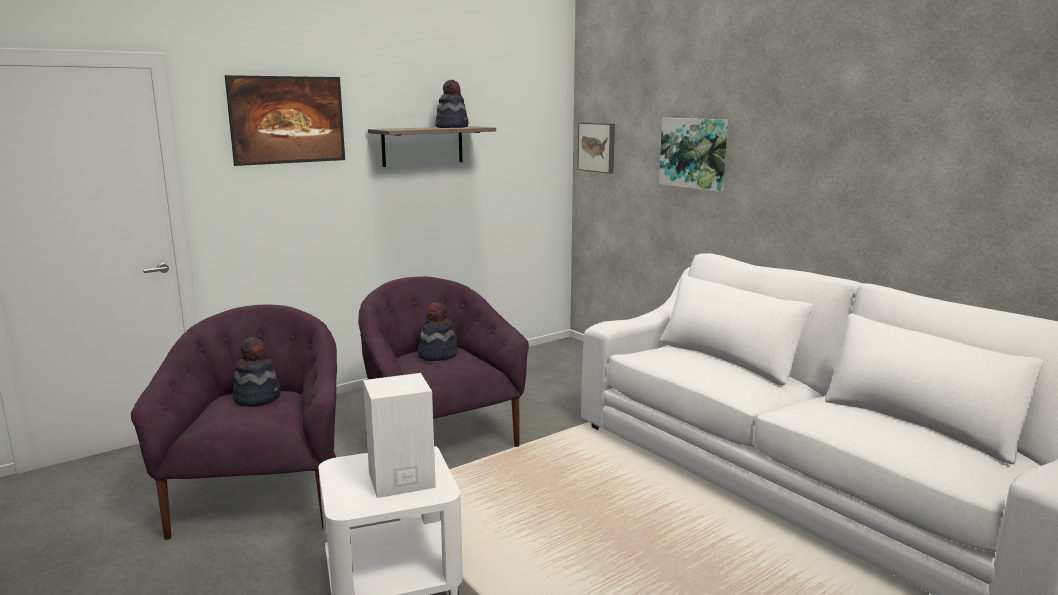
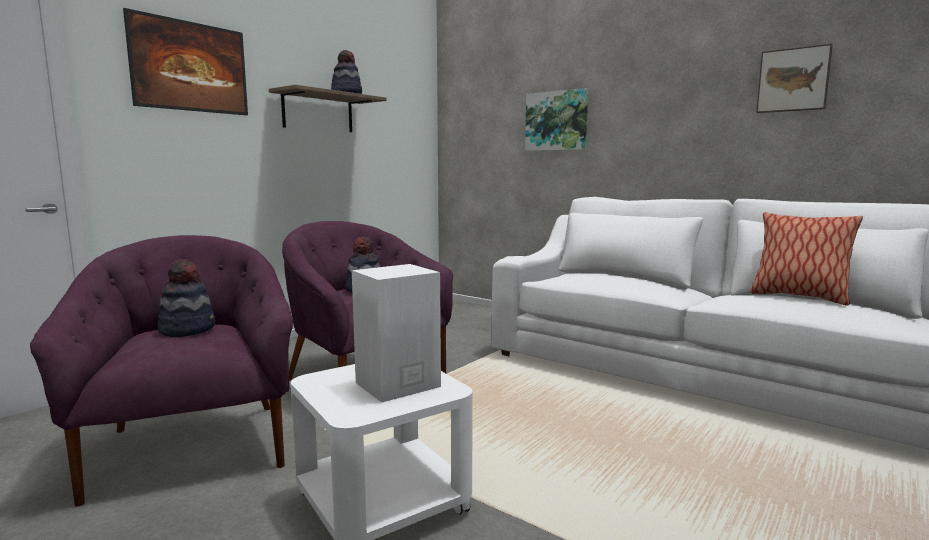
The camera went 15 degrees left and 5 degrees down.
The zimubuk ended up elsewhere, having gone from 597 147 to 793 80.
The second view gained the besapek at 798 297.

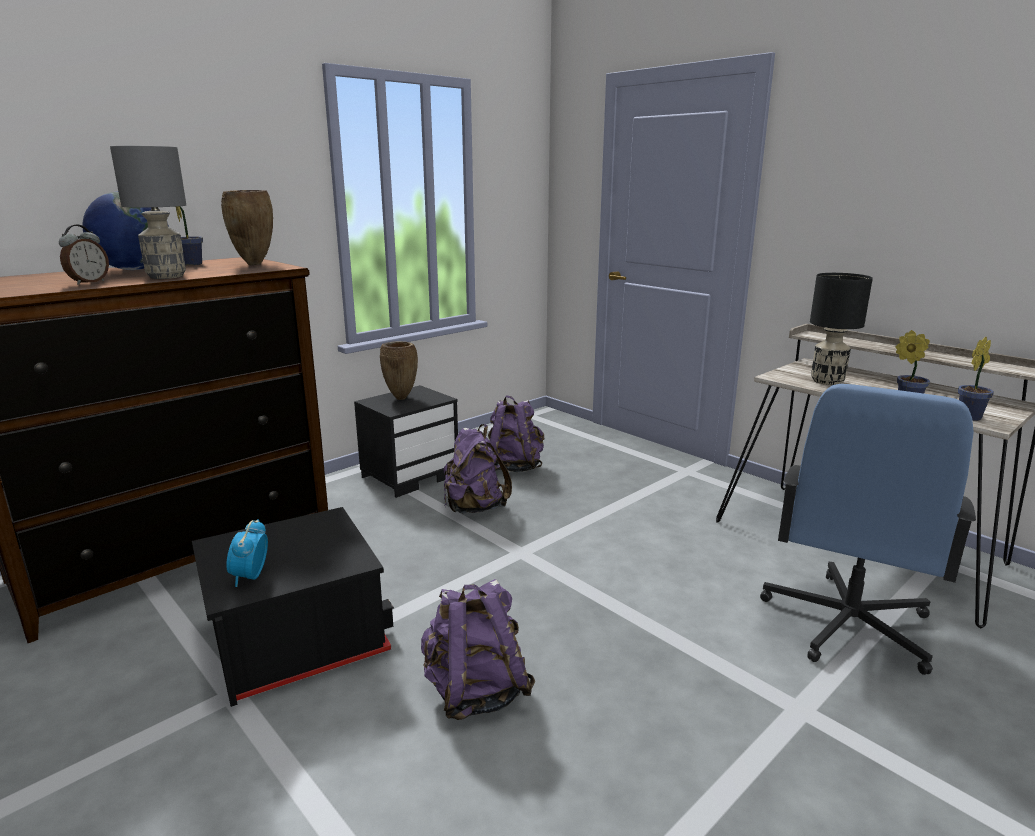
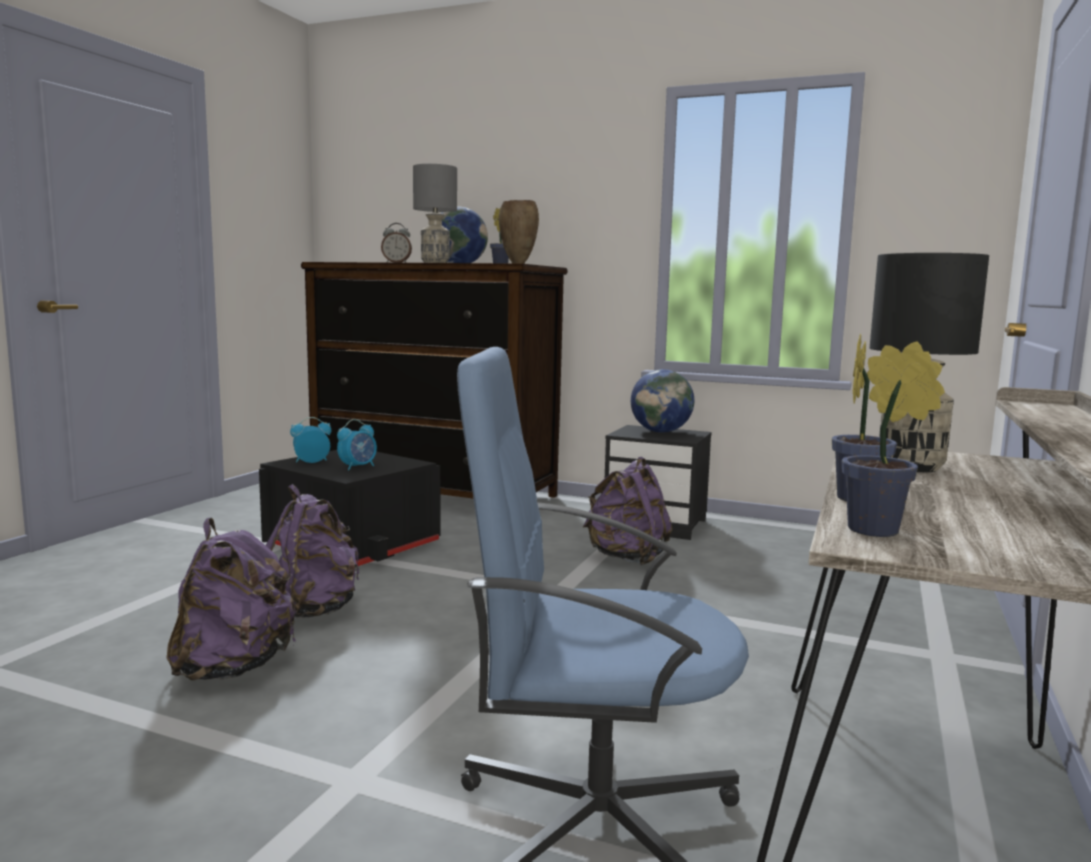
The camera went 65 degrees right and 10 degrees down.
Where the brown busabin stood at 401 398, the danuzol came to stand at 661 432.
The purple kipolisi ended up elsewhere, having gone from 514 467 to 234 668.
The second view gained the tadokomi at 358 467.

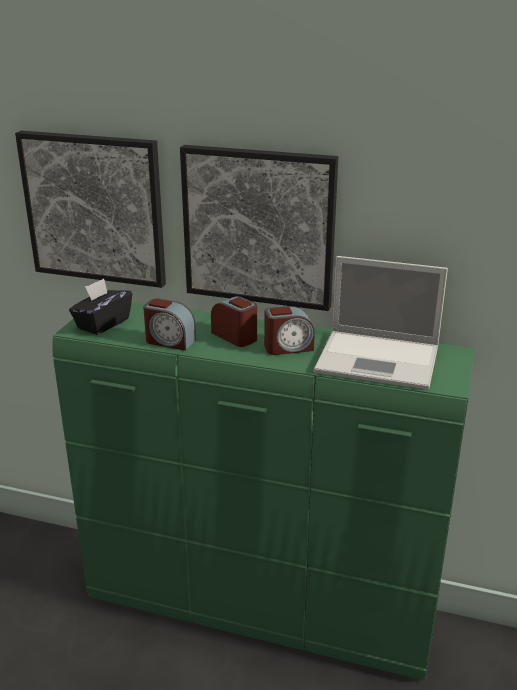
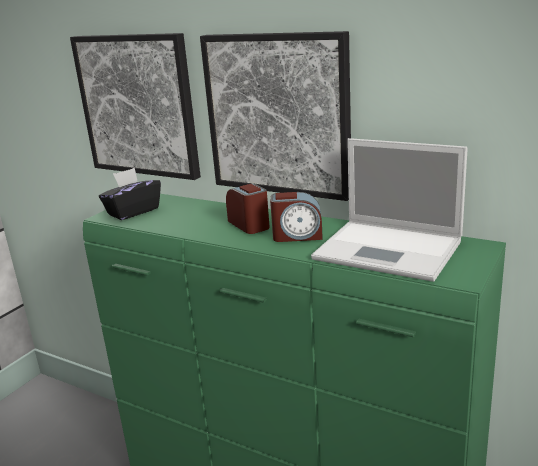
The camera went 15 degrees right and 5 degrees down.
The second view lost the tadokomi at 169 341.

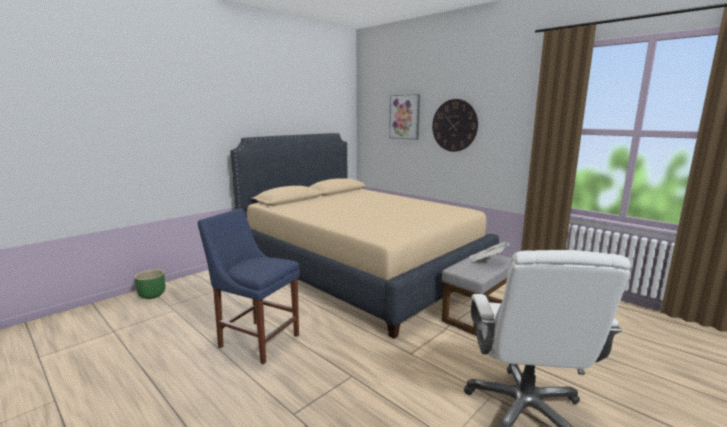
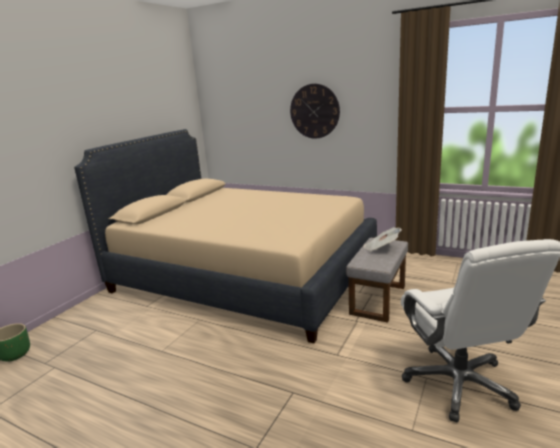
The camera went 15 degrees left and 5 degrees up.
The second view lost the zimubuk at 404 117.
The second view lost the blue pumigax at 256 339.

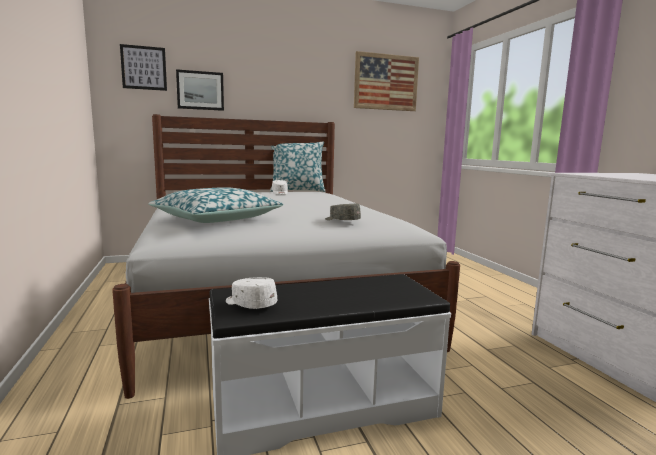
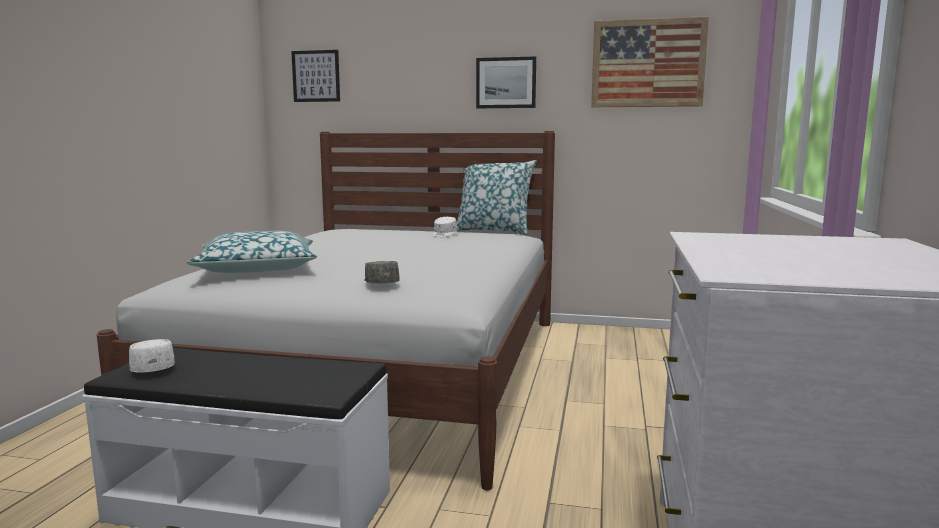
The camera went 30 degrees right and 0 degrees up.
The zimubuk ended up elsewhere, having gone from 200 90 to 506 83.

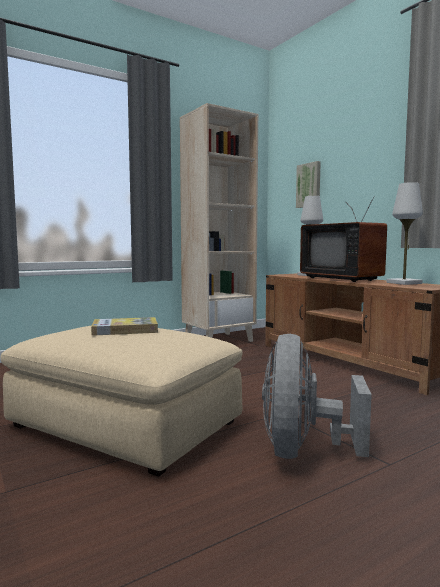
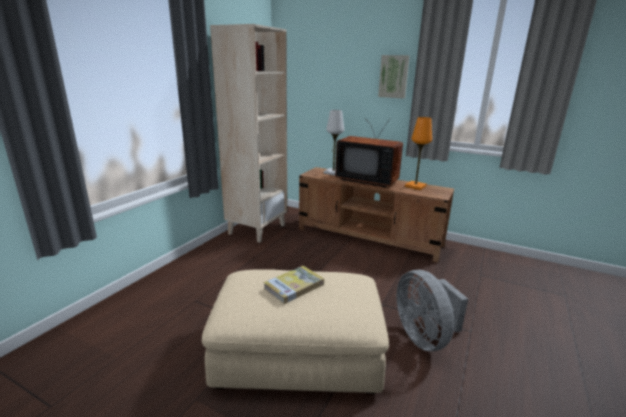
The camera went 30 degrees left and 15 degrees up.
The zimubuk ended up elsewhere, having gone from 309 185 to 393 76.
What was the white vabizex at 404 283 turned into the orange vabizex at 415 186.

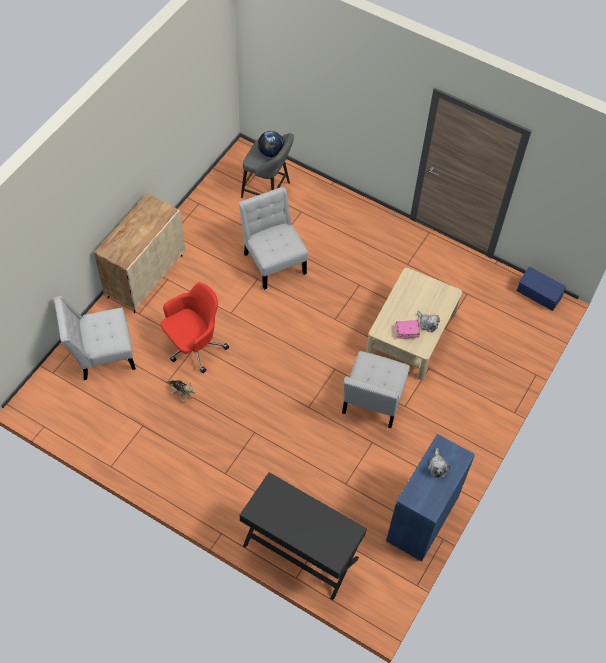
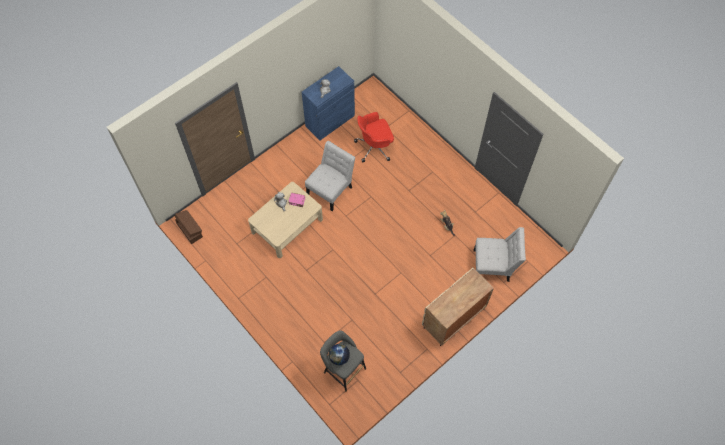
The camera went 160 degrees left and 5 degrees up.
The second view lost the white pumigax at 273 260.
What was the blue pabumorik at 539 295 turned into the brown pabumorik at 190 230.
The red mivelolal ended up elsewhere, having gone from 193 346 to 375 147.
The second view lost the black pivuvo at 300 552.

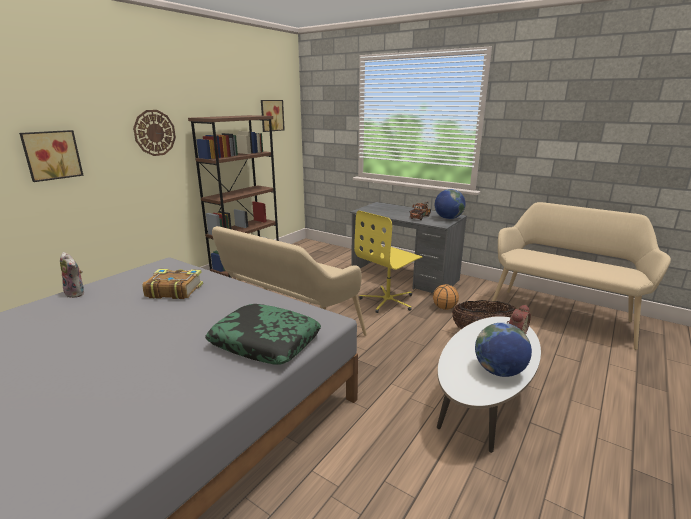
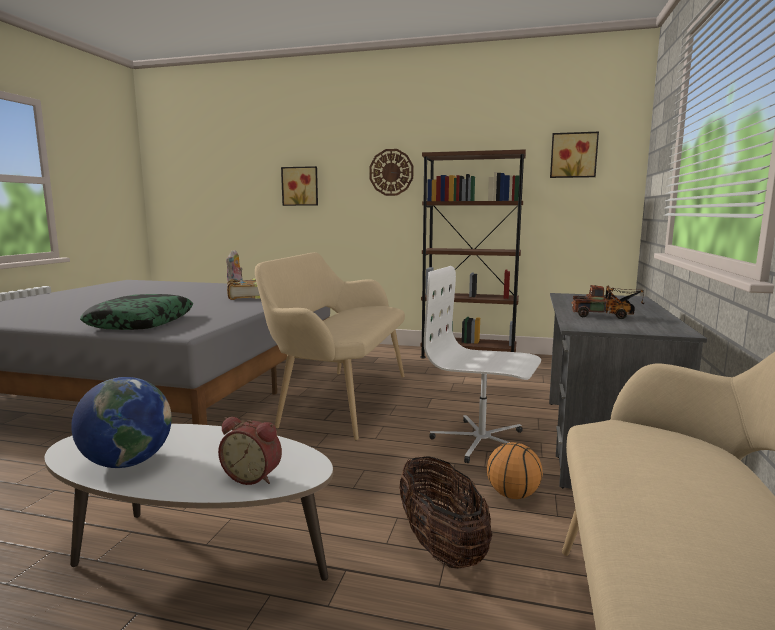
The camera went 70 degrees right and 10 degrees down.
The second view lost the danuzol at 448 218.
What was the yellow mivelolal at 388 301 turned into the white mivelolal at 481 442.

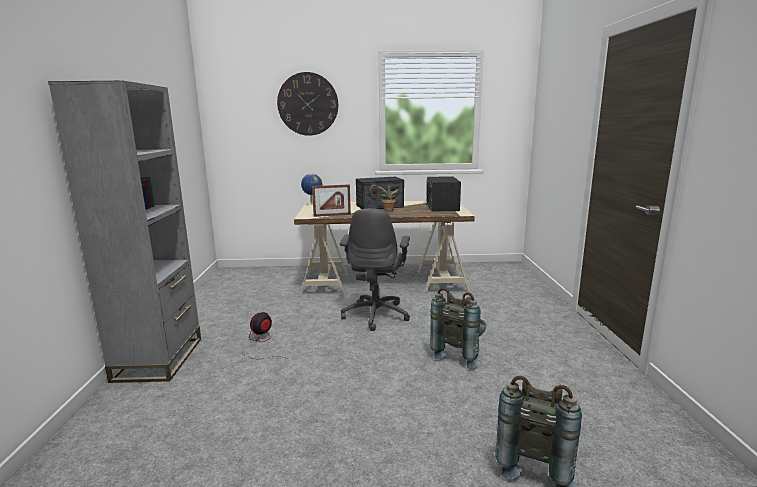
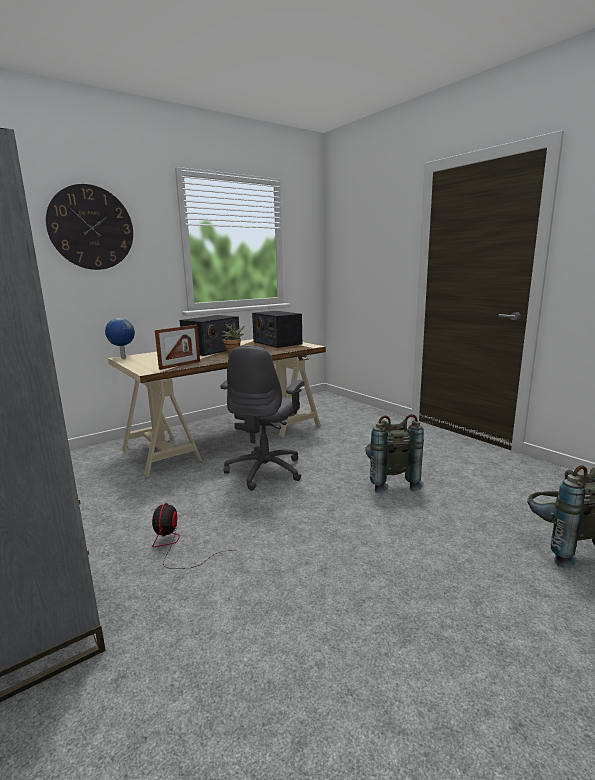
The camera went 35 degrees left and 0 degrees up.
The grey mivelolal at 376 315 ended up facing another way, 45 degrees clockwise from before.

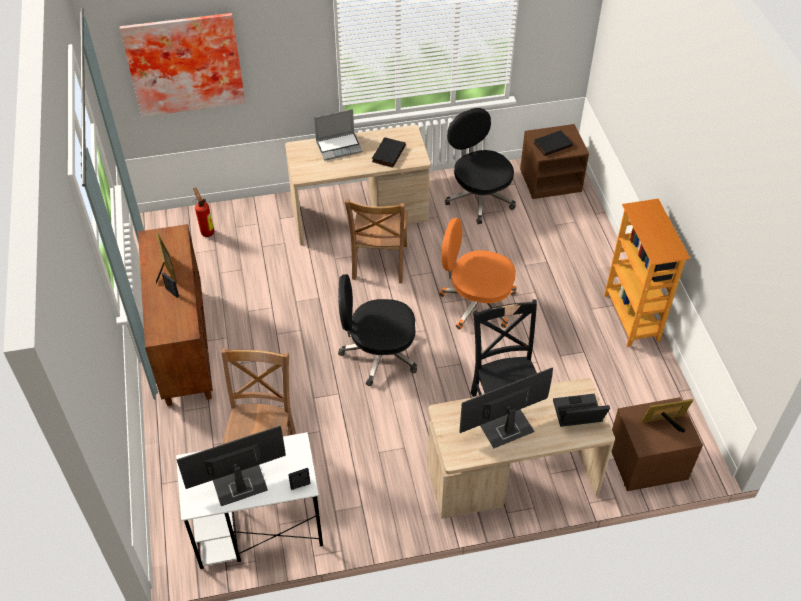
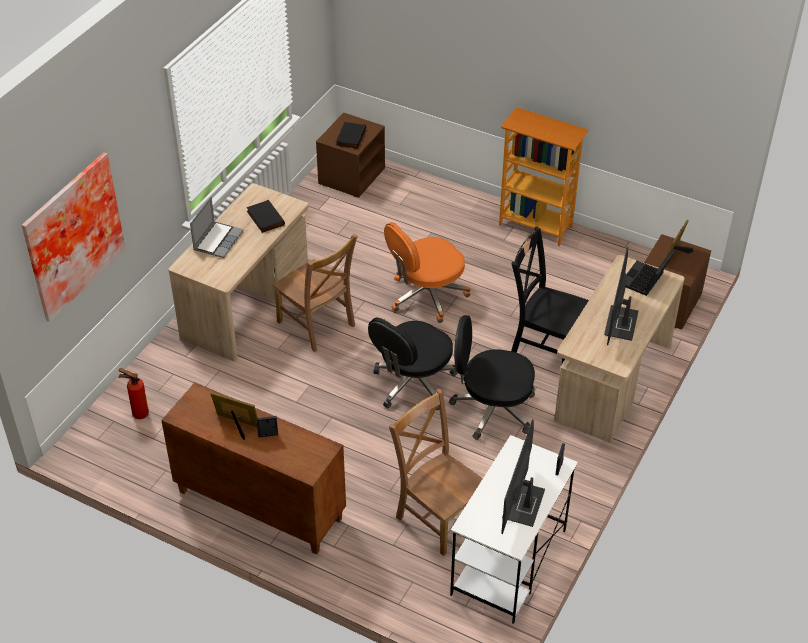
The camera went 50 degrees left and 5 degrees down.
The black mivelolal ended up elsewhere, having gone from 479 197 to 492 409.

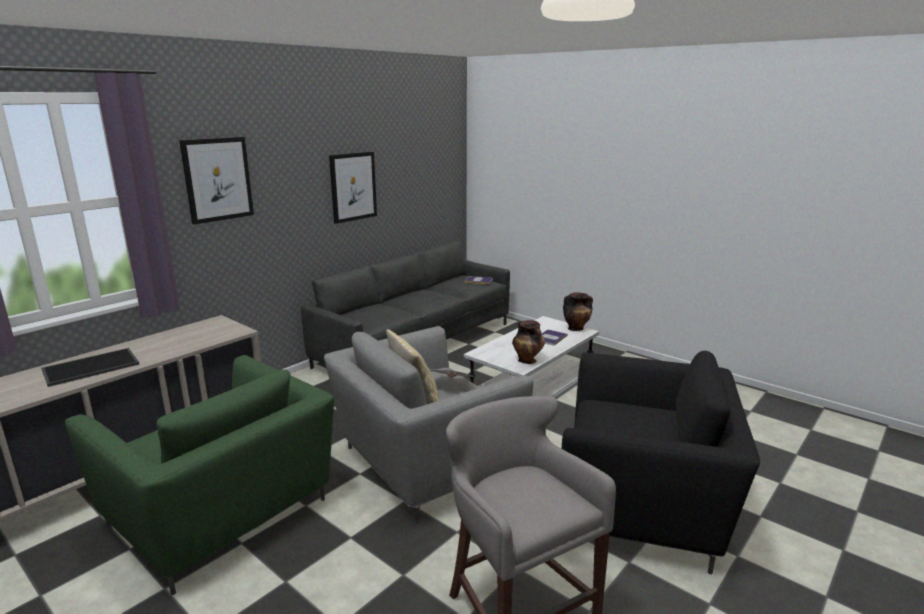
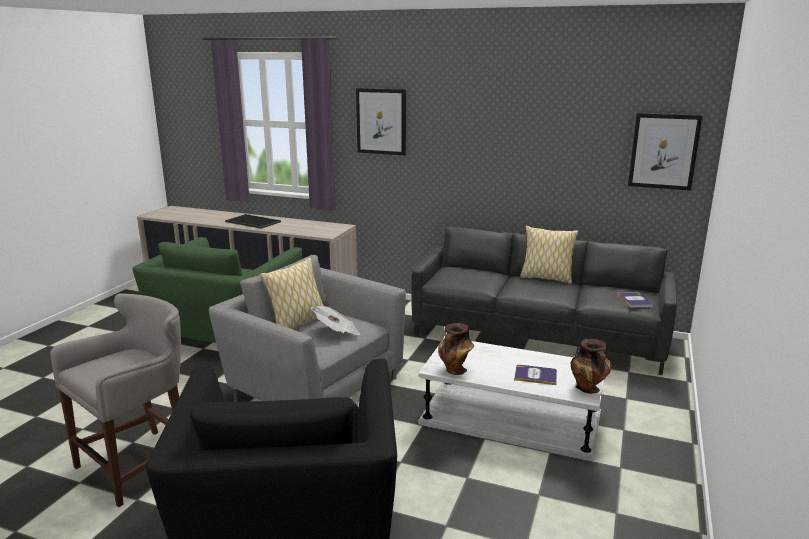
The camera went 70 degrees right and 0 degrees up.
The zimubuk ended up elsewhere, having gone from 353 186 to 663 151.
The second view gained the besapek at 546 278.

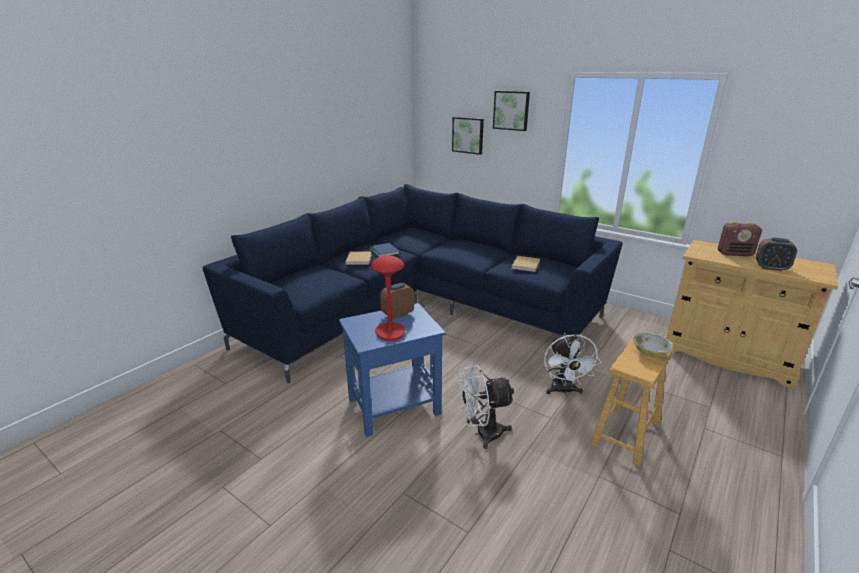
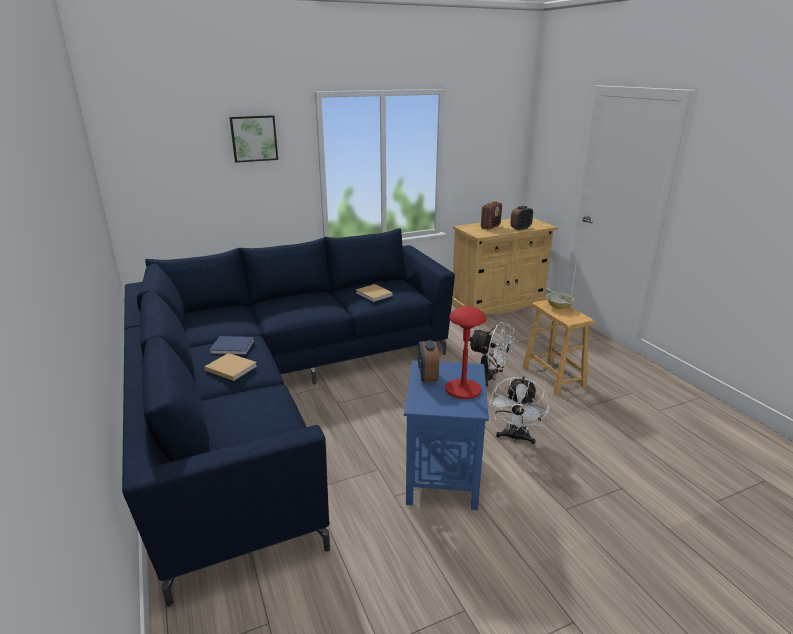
The camera went 60 degrees left and 0 degrees up.
The second view lost the zimubuk at 468 135.

